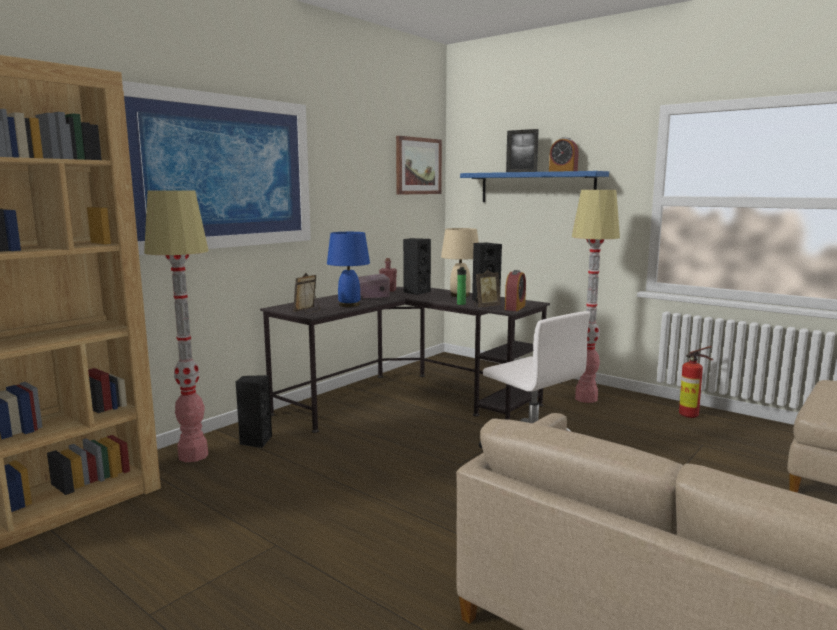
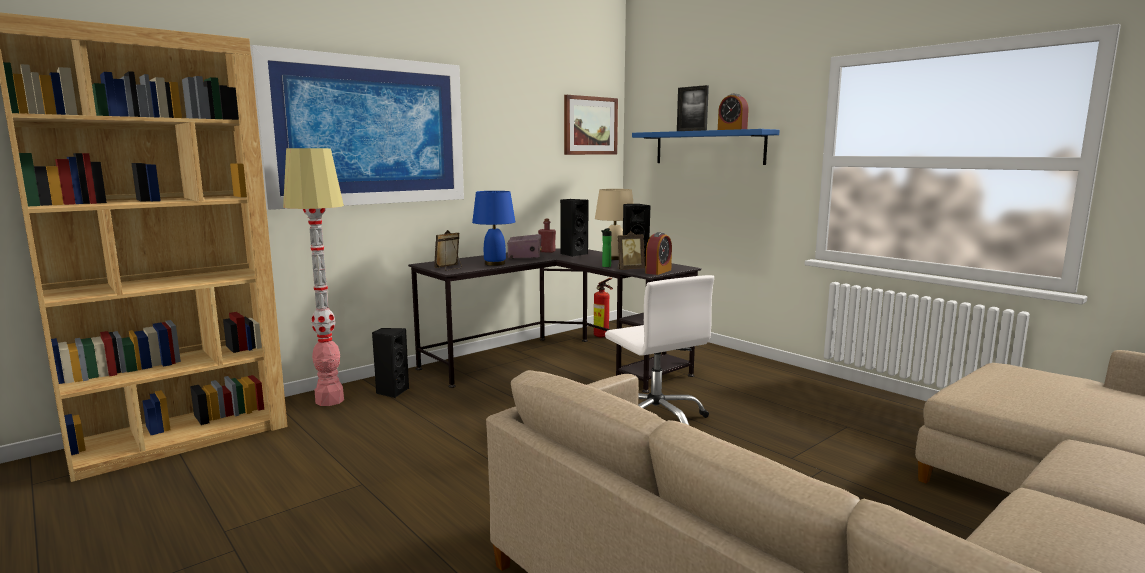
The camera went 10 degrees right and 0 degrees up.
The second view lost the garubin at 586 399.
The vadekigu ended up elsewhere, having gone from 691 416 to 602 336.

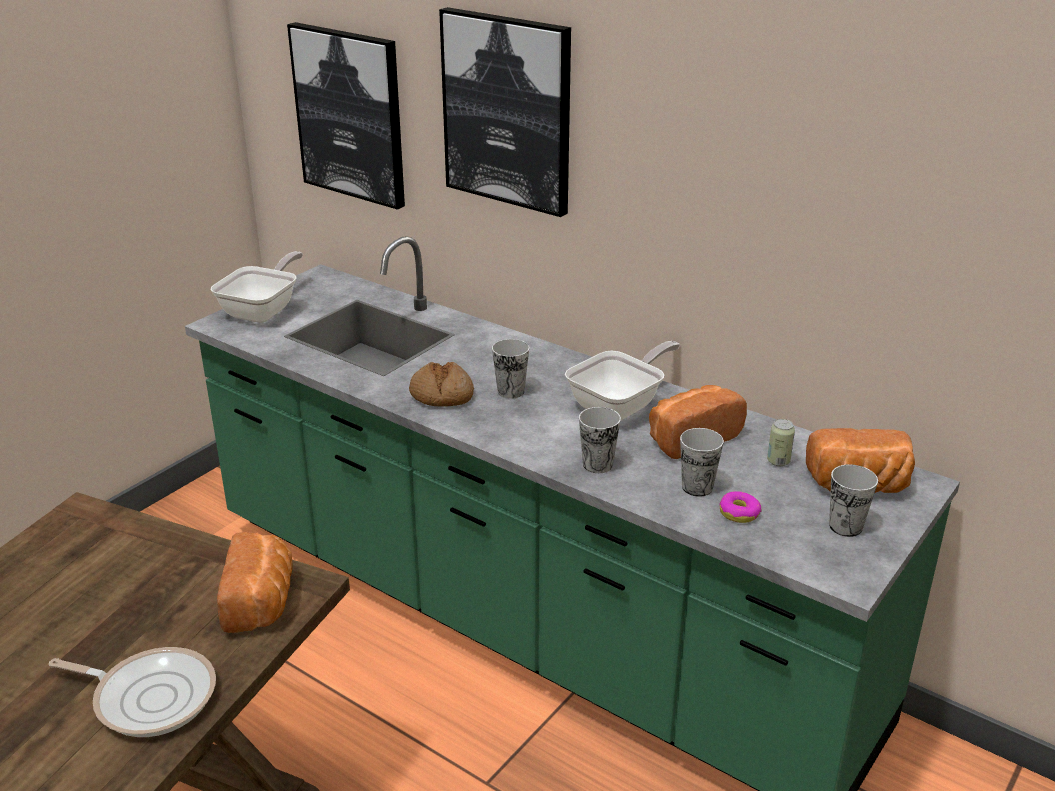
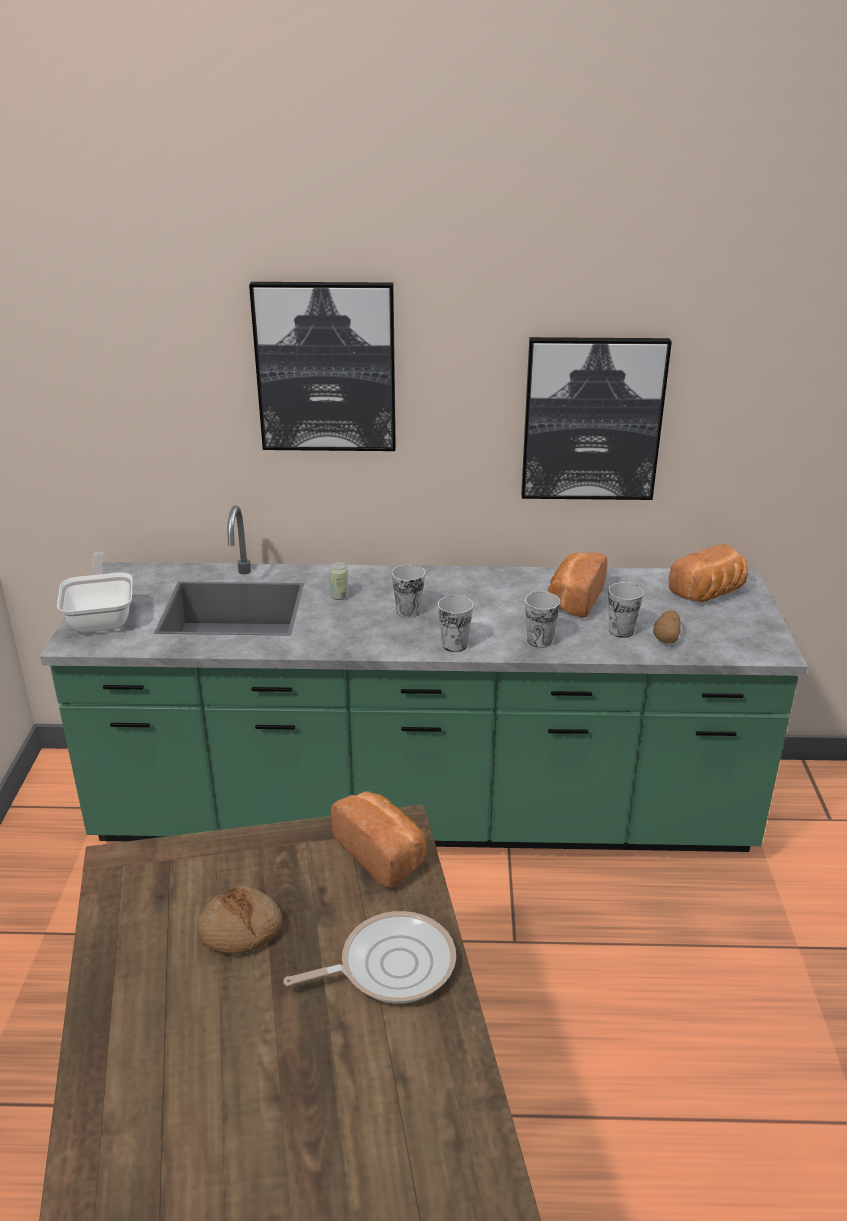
The camera went 35 degrees left and 0 degrees up.
The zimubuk ended up elsewhere, having gone from 350 114 to 592 419.
The second view lost the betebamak at 621 405.
The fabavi ended up elsewhere, having gone from 441 395 to 240 930.
The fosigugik ended up elsewhere, having gone from 778 461 to 339 596.
The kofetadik ended up elsewhere, having gone from 845 526 to 454 645.
Where the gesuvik stood at 739 513, the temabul came to stand at 667 637.

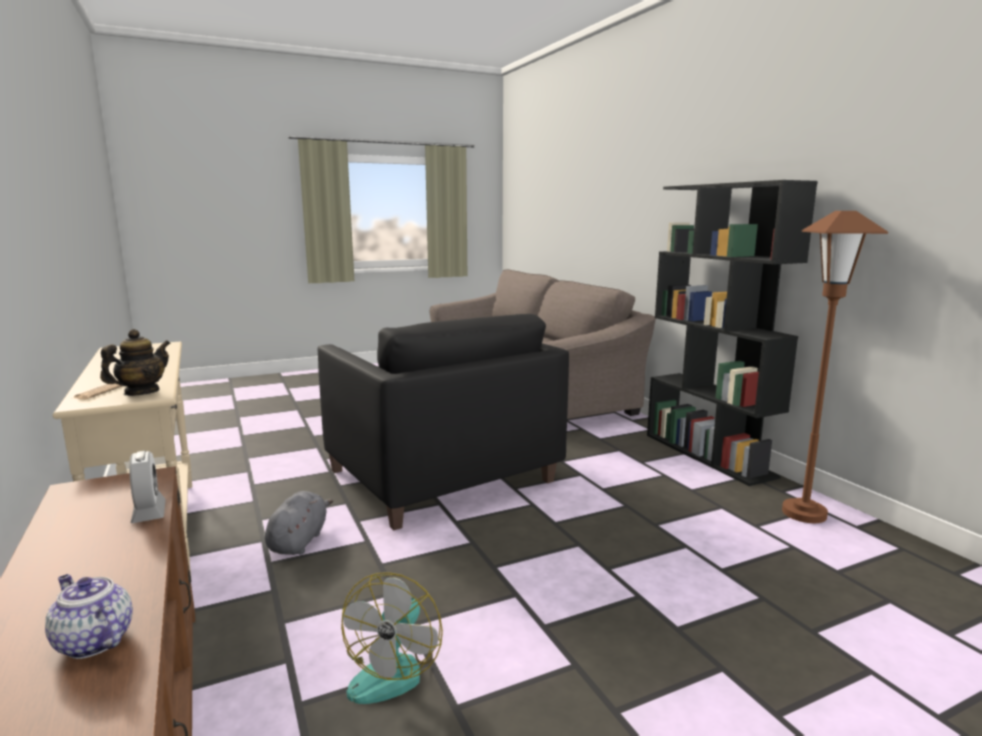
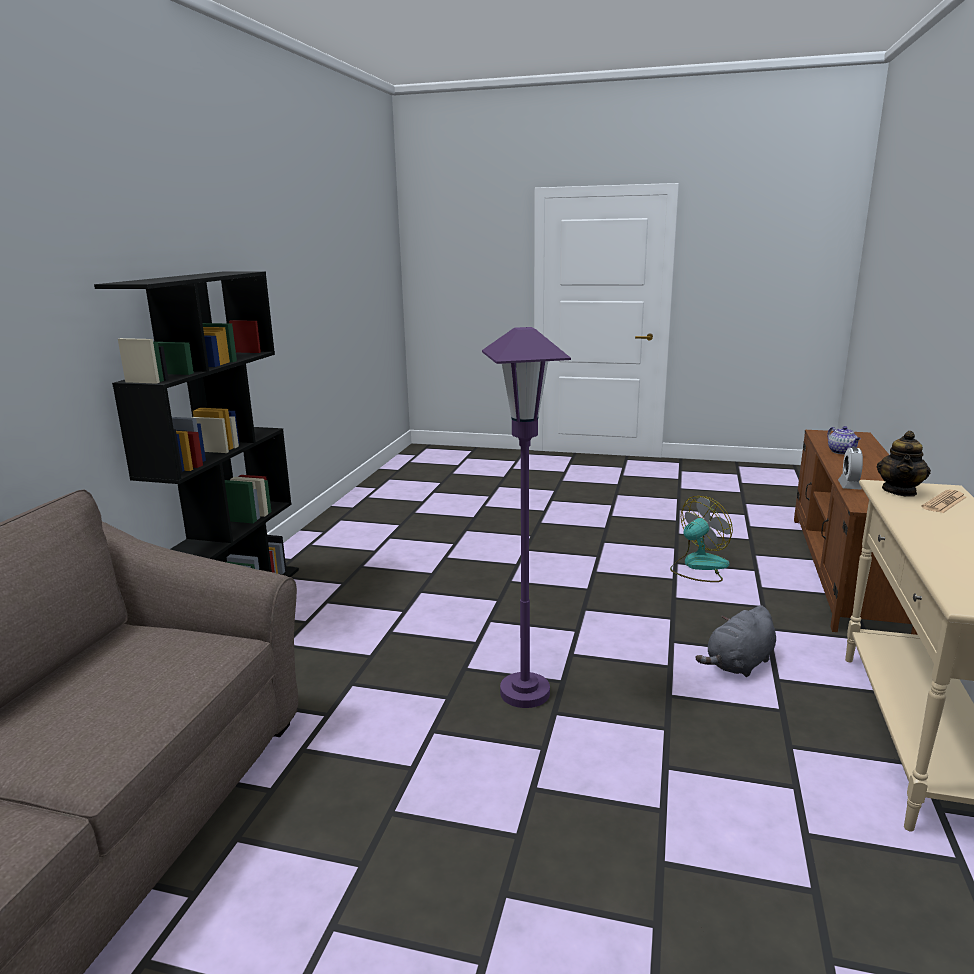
The camera went 140 degrees left and 5 degrees up.
The second view lost the brown garubin at 804 513.
Where the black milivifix stood at 442 475, the purple garubin came to stand at 525 693.
The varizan at 141 392 ended up facing another way, 45 degrees counterclockwise from before.

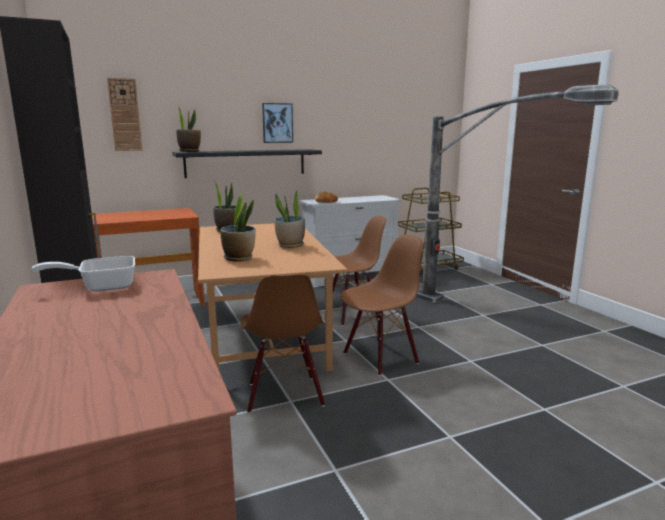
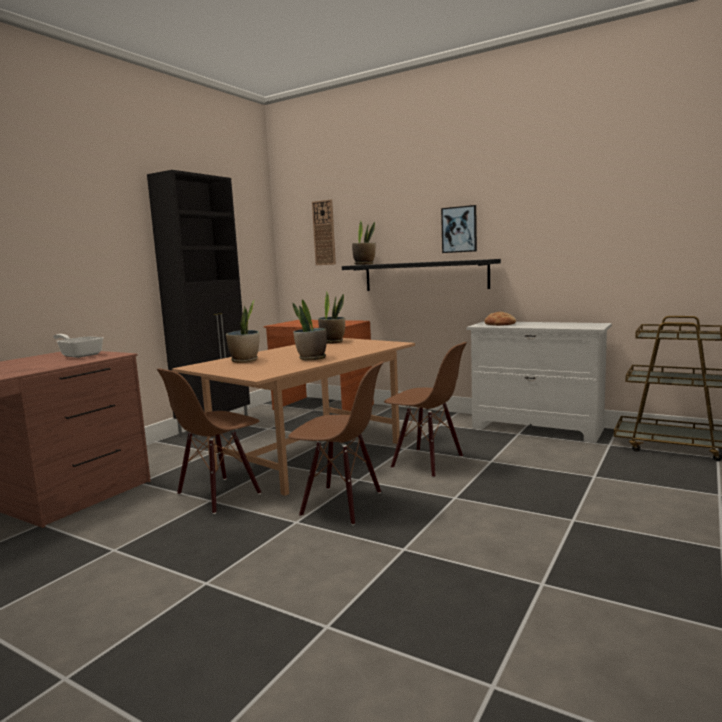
The camera went 55 degrees right and 5 degrees down.
The second view lost the garubin at 487 317.

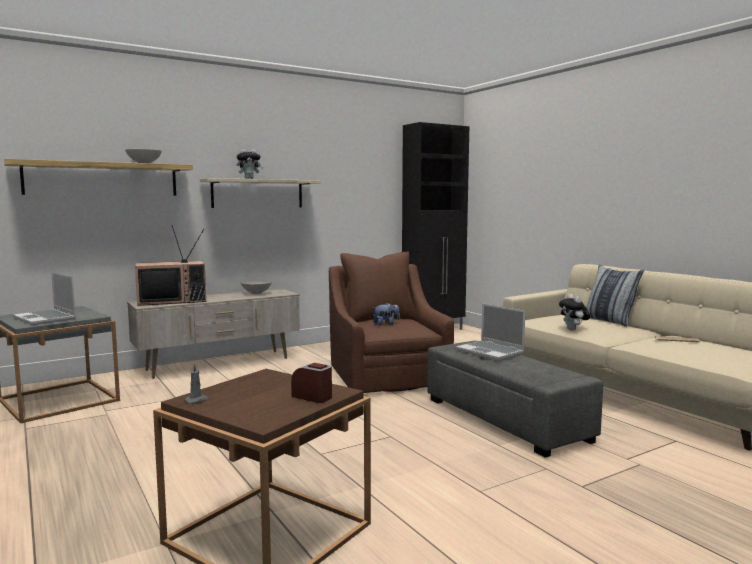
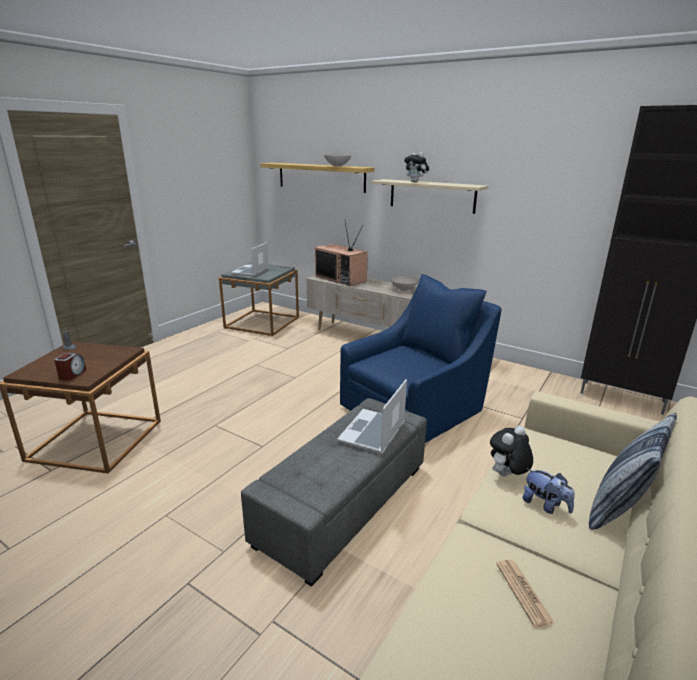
The camera went 65 degrees right and 15 degrees up.
What was the brown milivifix at 387 375 turned into the blue milivifix at 415 408.
The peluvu ended up elsewhere, having gone from 386 324 to 545 505.

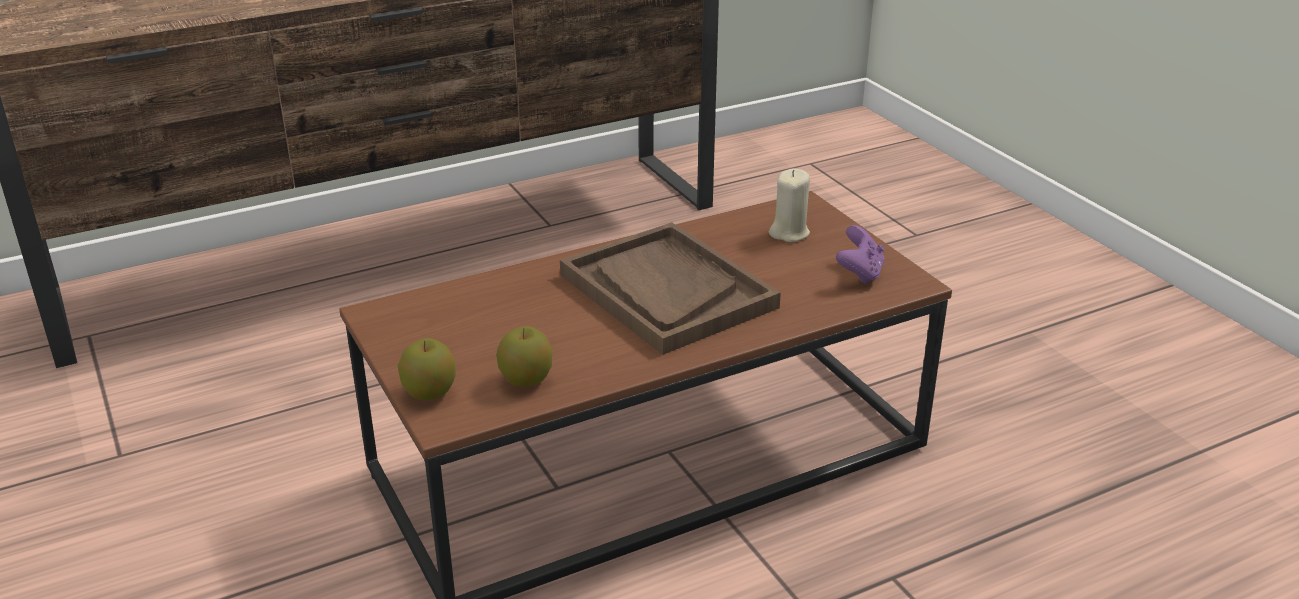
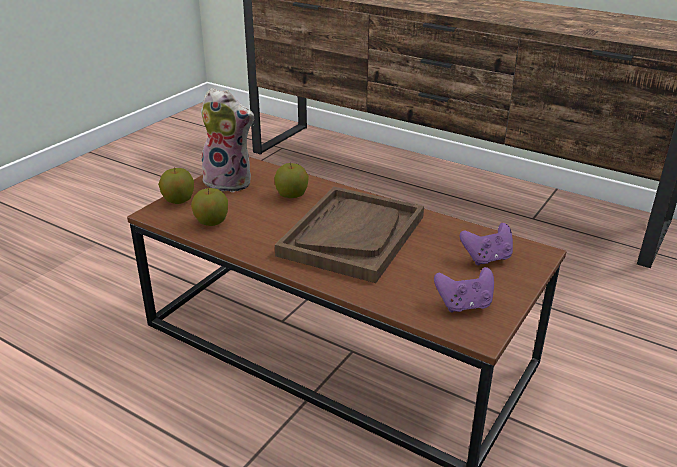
The camera went 60 degrees right and 0 degrees up.
Where the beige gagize stood at 789 233, the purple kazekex came to stand at 487 258.
The second view gained the peluvu at 230 182.
The second view gained the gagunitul at 292 195.

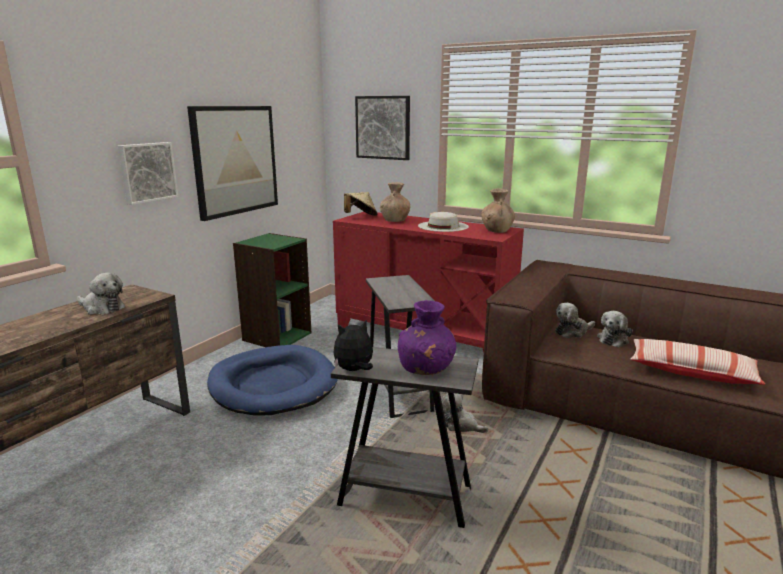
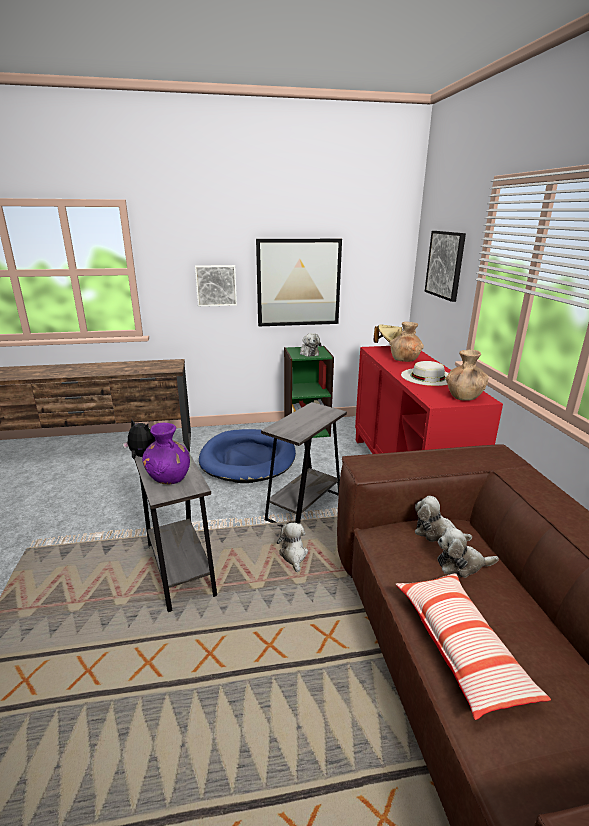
The camera went 50 degrees right and 5 degrees up.
The peluvu ended up elsewhere, having gone from 102 308 to 309 353.

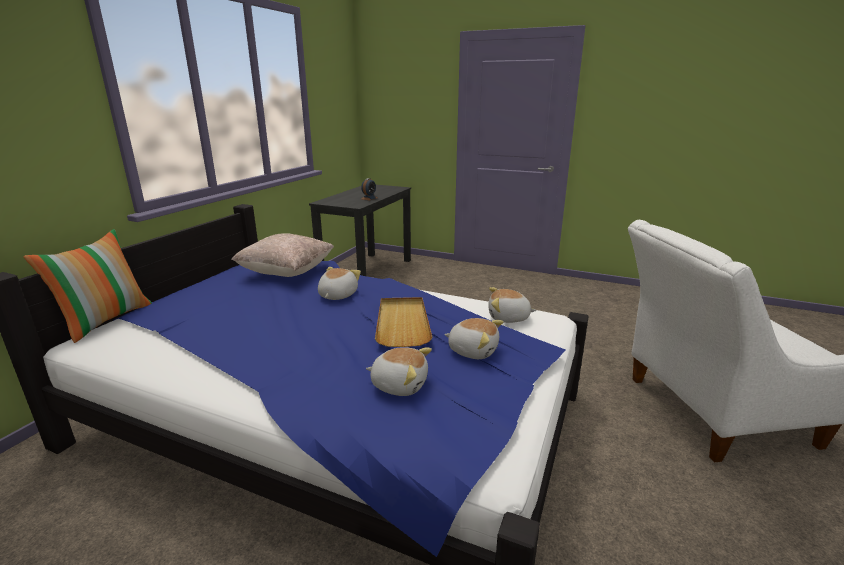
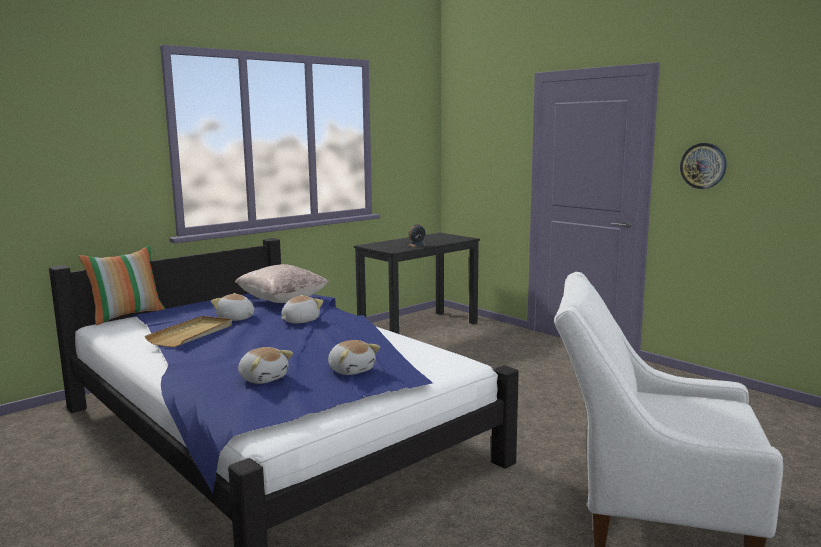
The camera went 25 degrees right and 10 degrees down.
The peluvu ended up elsewhere, having gone from 508 318 to 235 319.
The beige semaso ended up elsewhere, having gone from 402 323 to 192 334.
The second view gained the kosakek at 703 166.

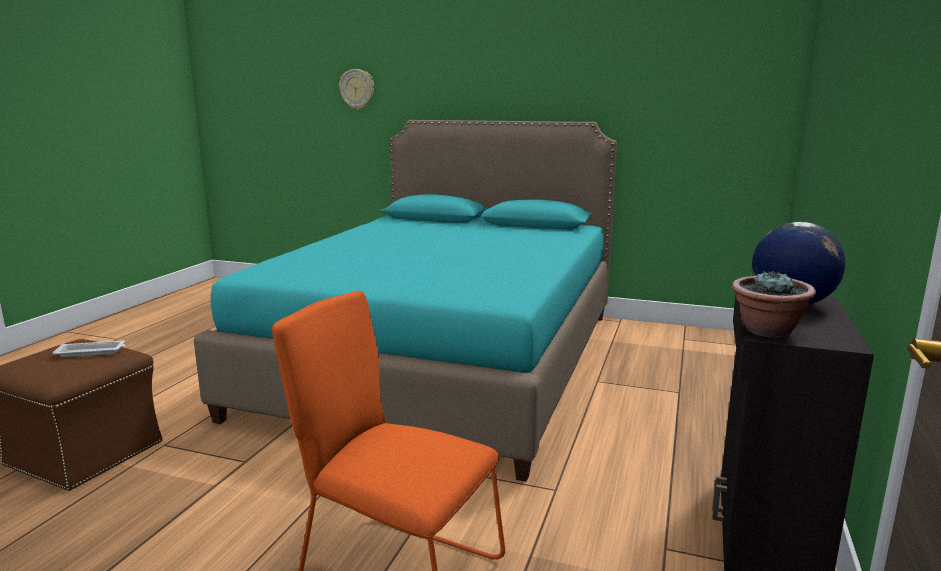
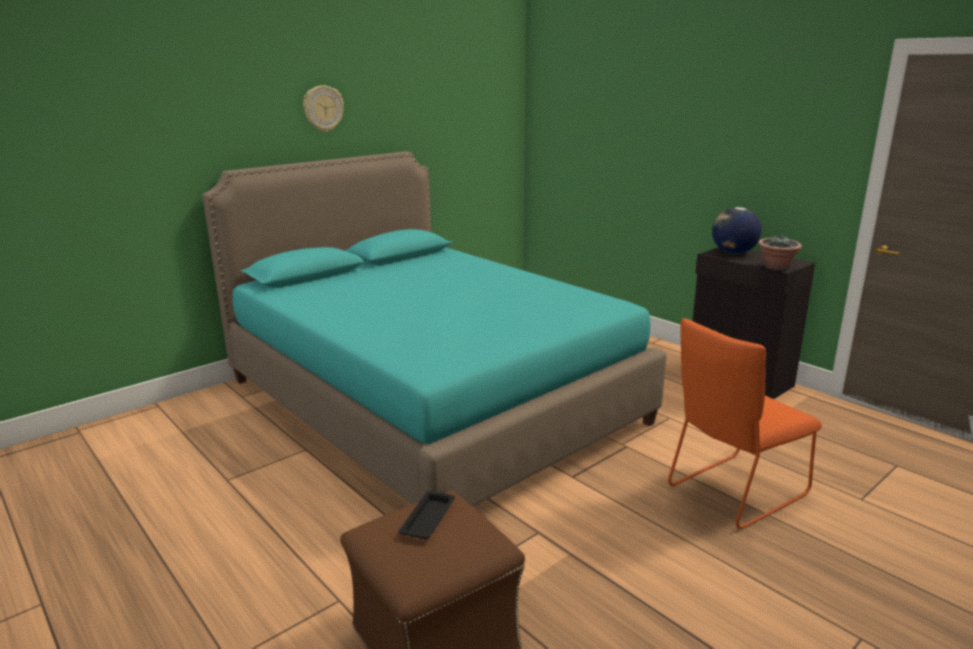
The camera went 60 degrees left and 5 degrees up.
The kosakek ended up elsewhere, having gone from 357 89 to 323 108.
What was the white semaso at 92 352 turned into the black semaso at 428 518.

